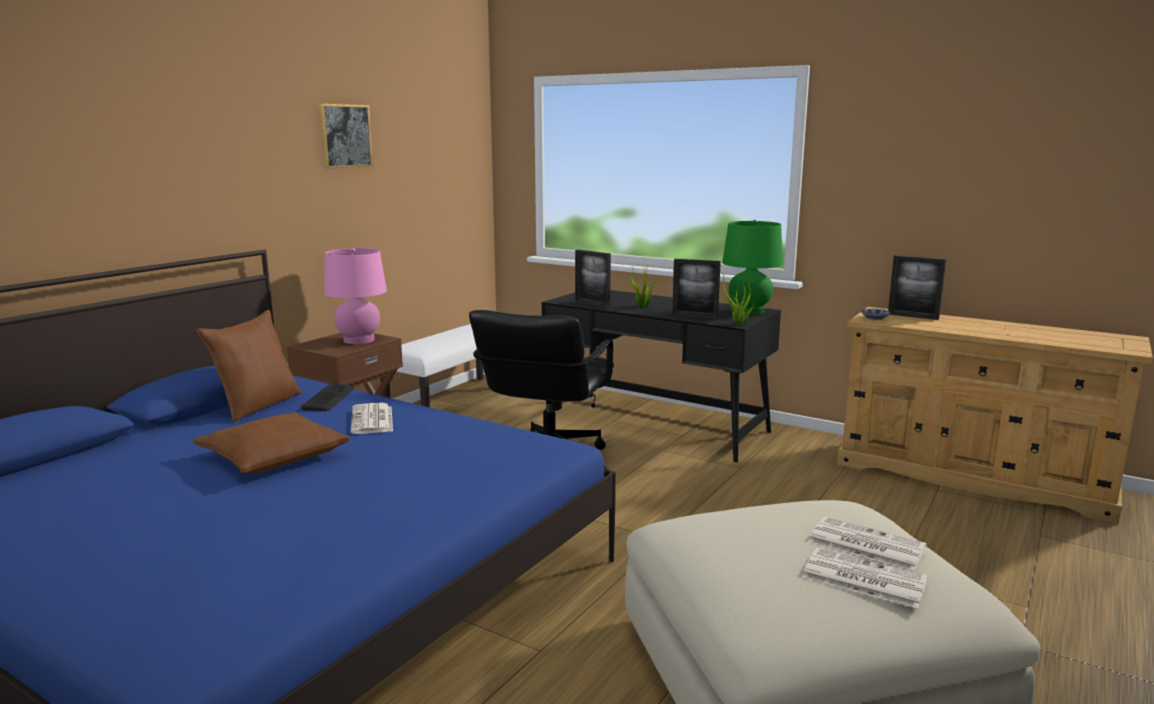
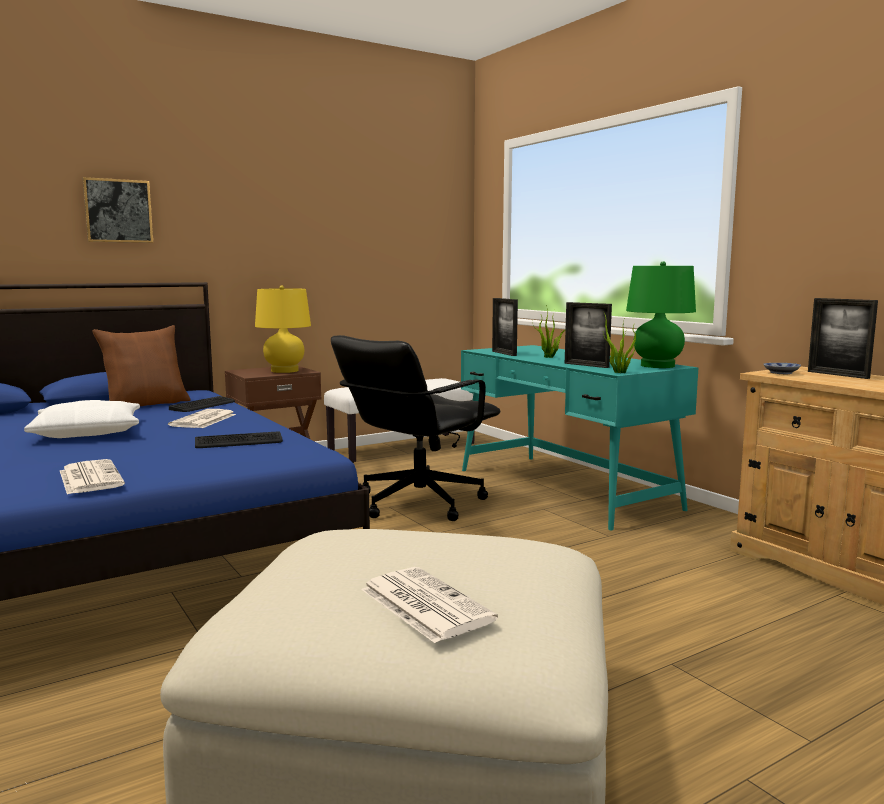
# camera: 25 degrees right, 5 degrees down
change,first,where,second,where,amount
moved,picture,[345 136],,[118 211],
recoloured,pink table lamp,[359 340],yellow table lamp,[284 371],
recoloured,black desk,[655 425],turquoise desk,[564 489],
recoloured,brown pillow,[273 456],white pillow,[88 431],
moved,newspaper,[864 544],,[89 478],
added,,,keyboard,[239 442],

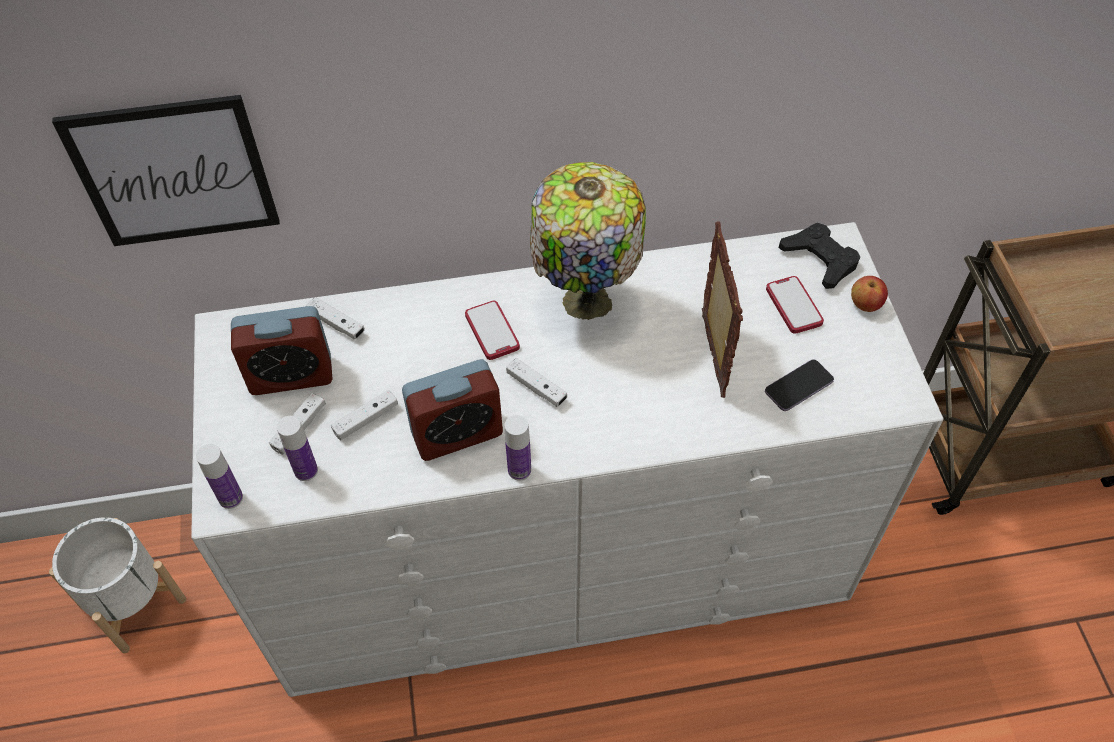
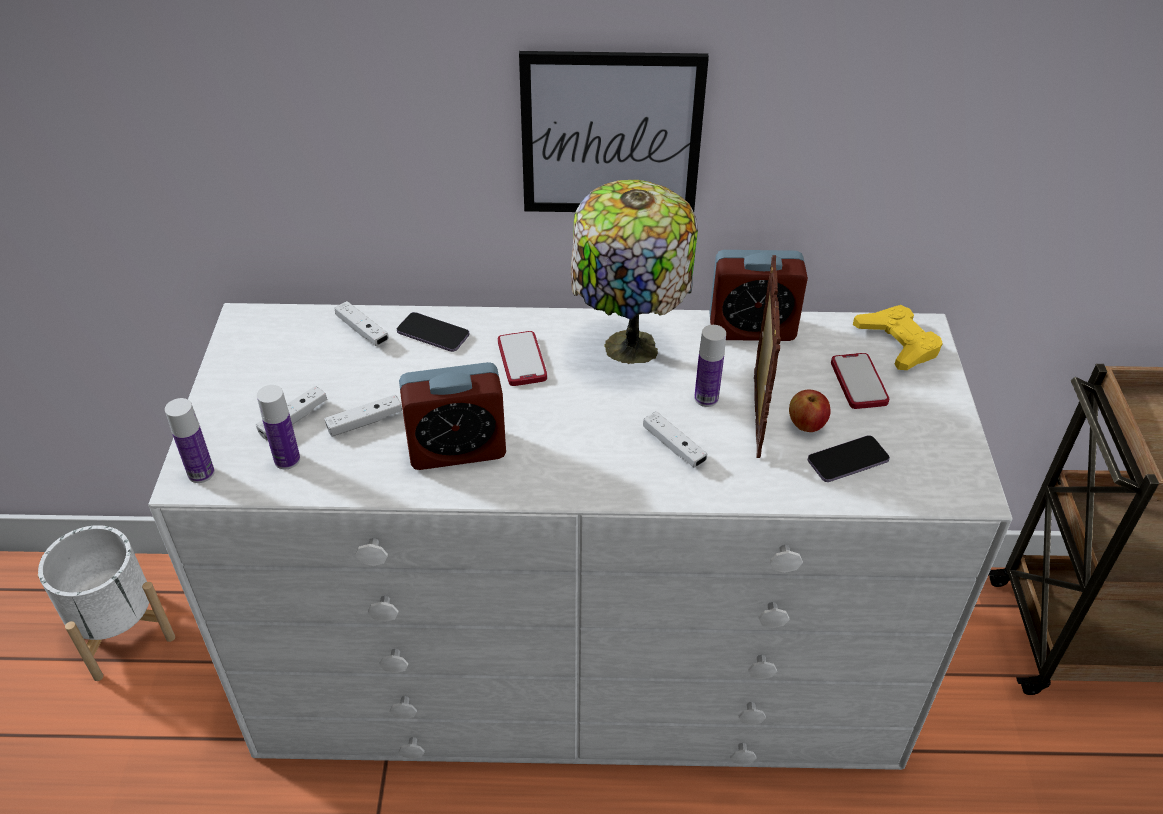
# camera: 10 degrees right, 10 degrees down
change,first,where,second,where,amount
moved,picture,[174 172],,[611 135],
recoloured,black game controller,[820 259],yellow game controller,[897 343],
moved,apple,[865 304],,[806 425],
moved,alarm clock,[291 375],,[752 328],
moved,white game controller,[536 387],,[673 446],
moved,bottle,[519 470],,[706 398],
added,,,phone,[433 334],

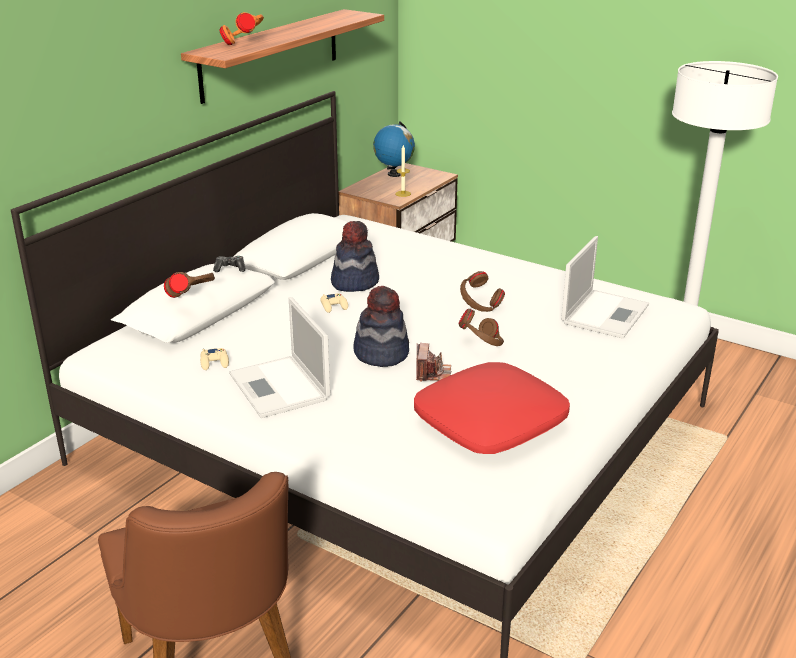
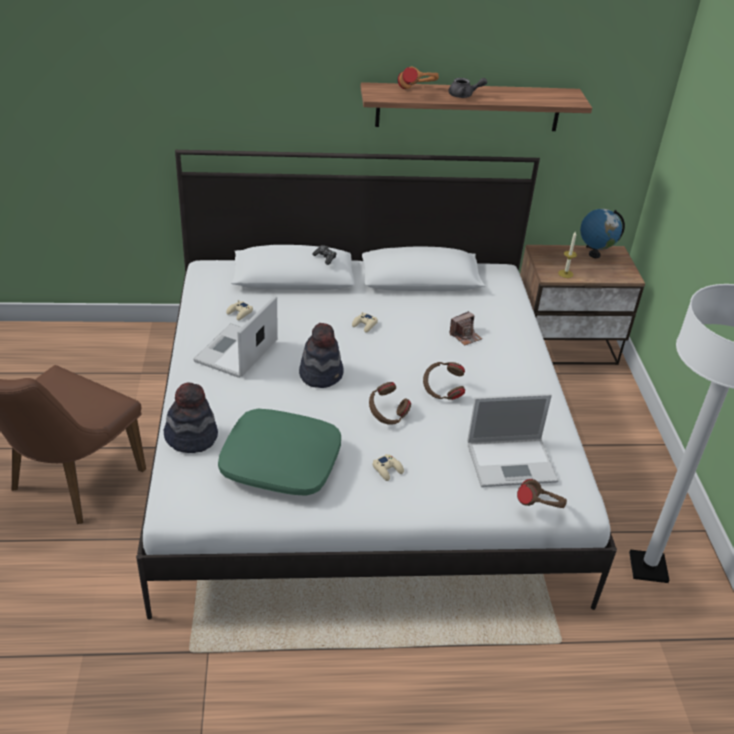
# camera: 50 degrees right, 10 degrees up
change,first,where,second,where,amount
moved,hat,[354 282],,[191 437],
moved,brown headphones,[192 297],,[539 508],
moved,photo camera,[432 373],,[465 336],
recoloured,red pillow,[490 421],green pillow,[281 462],
added,,,grey teapot,[464 95],
added,,,beige game controller,[388 470],

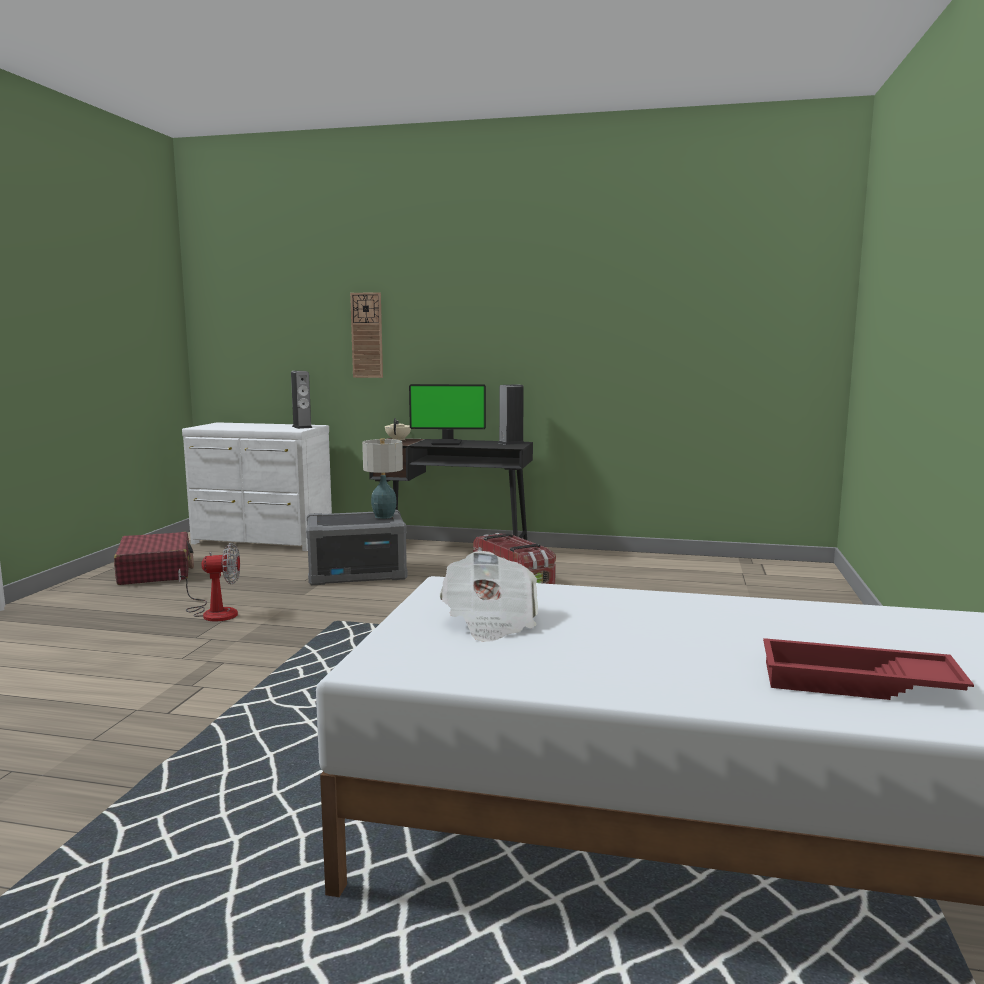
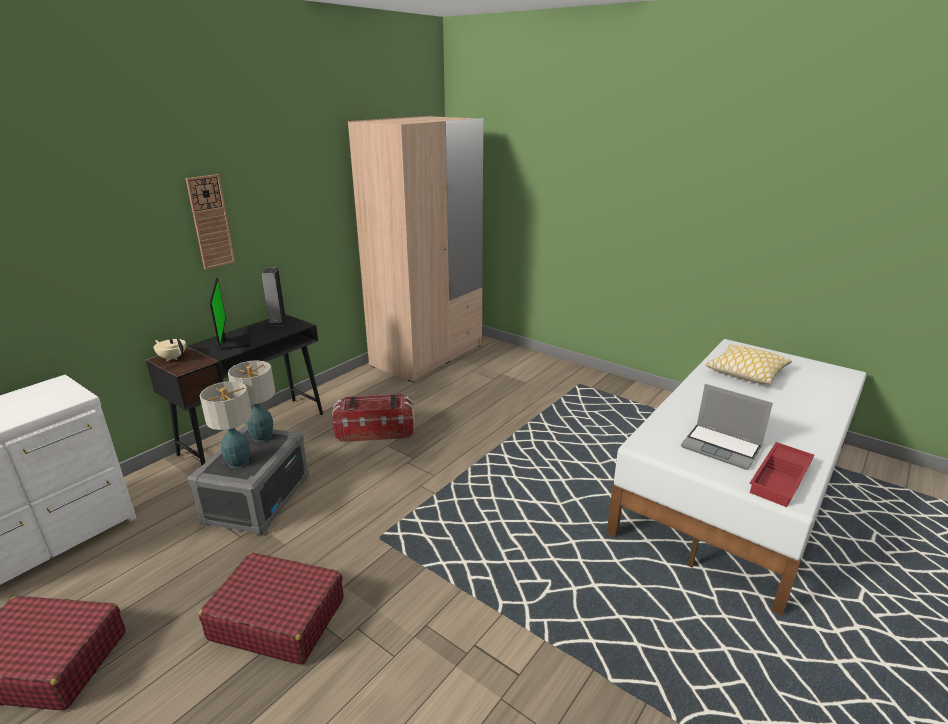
# camera: 65 degrees left, 15 degrees up
change,first,where,second,where,amount
moved,wall clock,[367 335],,[210 222],
removed,speaker,[302 427],,,
turned,monitor,[447 443],,[234 342],45 degrees counterclockwise
replaced,fan,[214 612],red suitcase,[277 618],
replaced,newspaper,[490 622],laptop,[722 447],
moved,red tray,[857 684],,[781 479],
added,,,beige wardrobe,[427 355],
added,,,pillow,[746 372],
added,,,table lamp,[237 462],

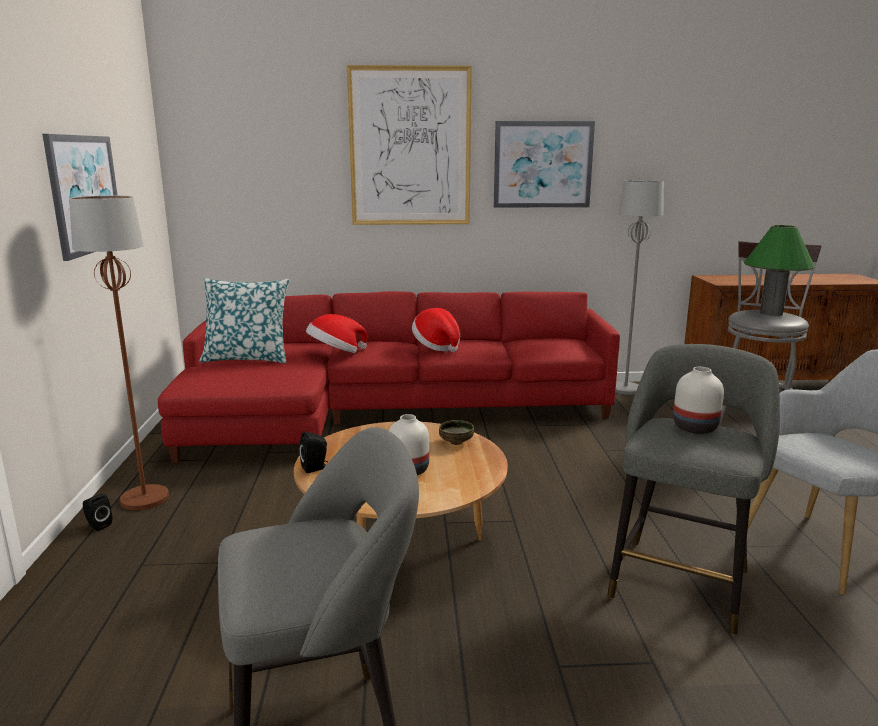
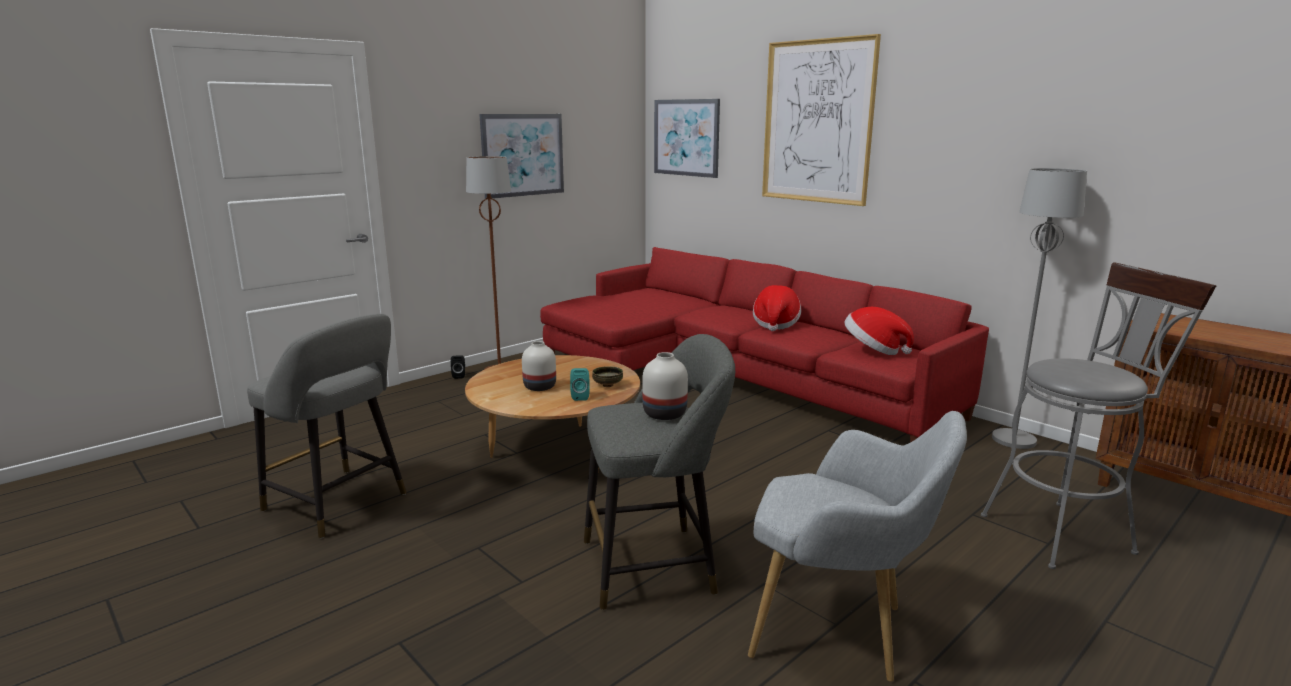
# camera: 50 degrees right, 0 degrees up
change,first,where,second,where,amount
moved,picture,[543 165],,[686 137],
removed,green table lamp,[771 313],,,
removed,pillow,[247 358],,,
moved,hat,[335 353],,[873 350],
removed,black speaker,[316 468],,,
added,,,turquoise speaker,[580 397],

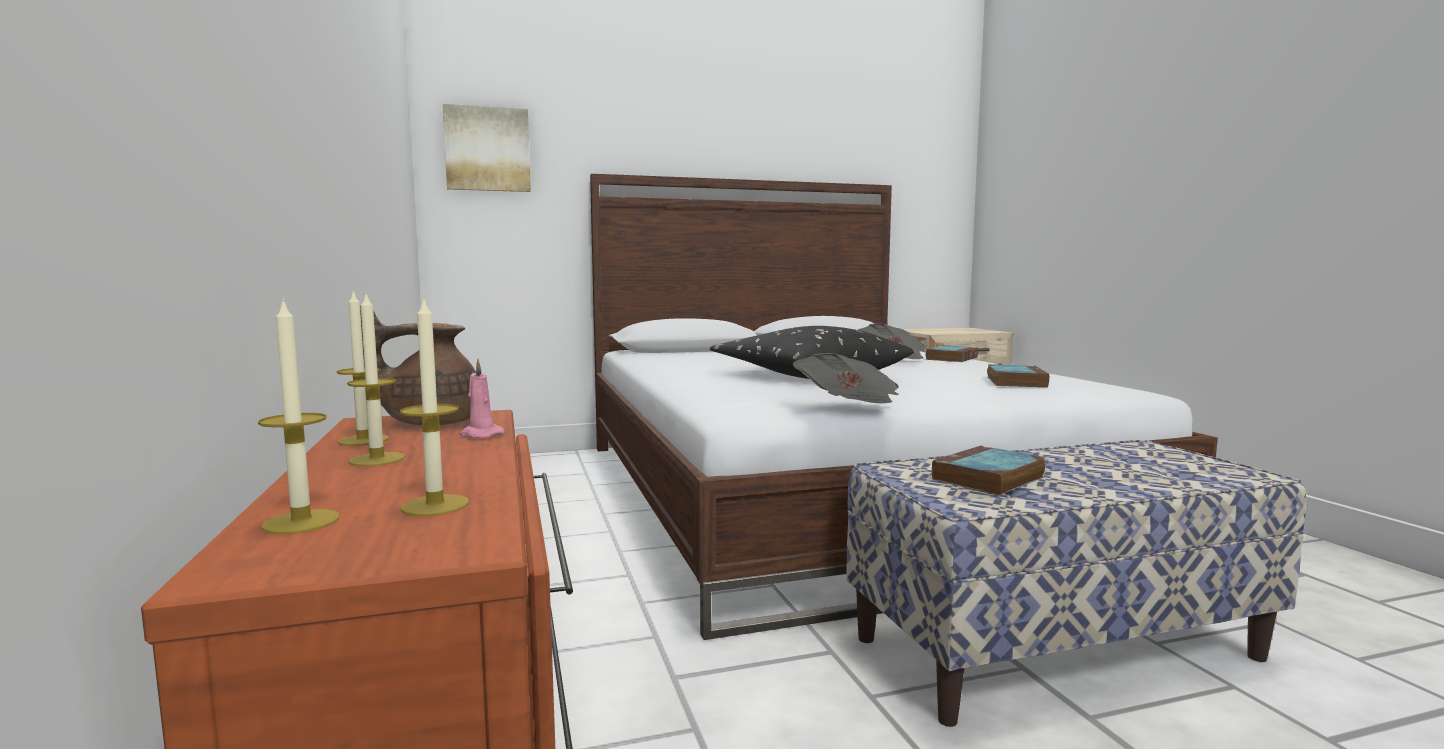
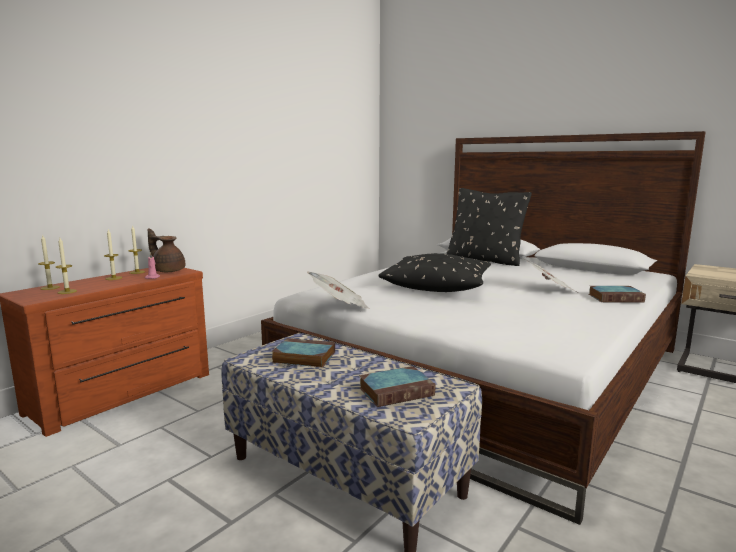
# camera: 55 degrees right, 5 degrees up
change,first,where,second,where,amount
removed,picture,[487 149],,,
moved,book,[1015 381],,[397 391],
added,,,black pillow,[484 260],

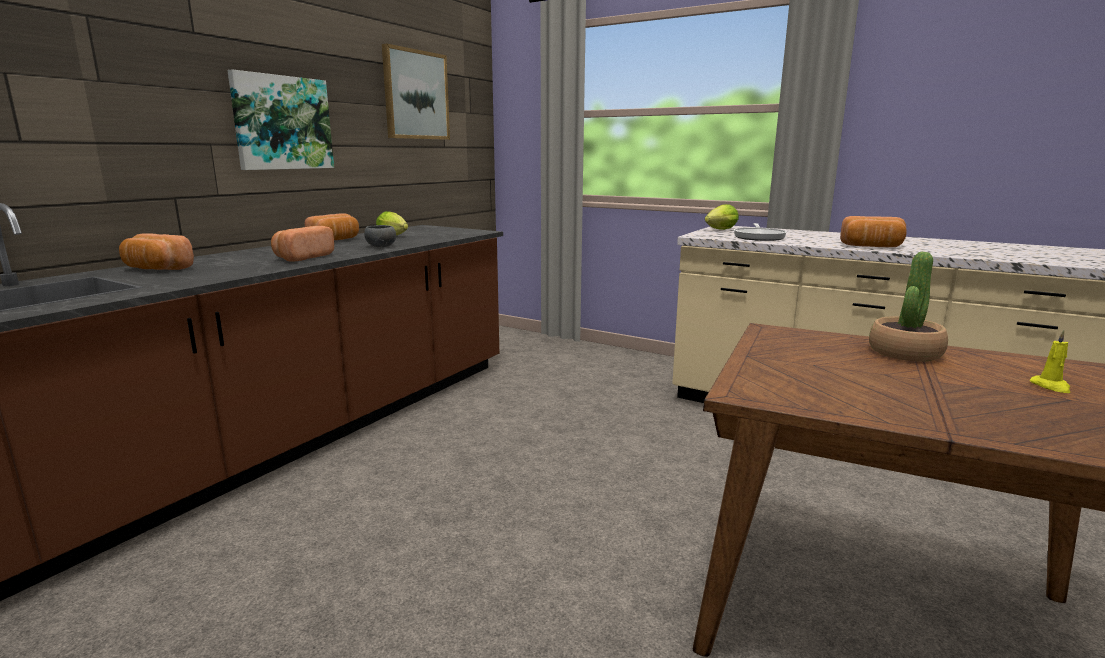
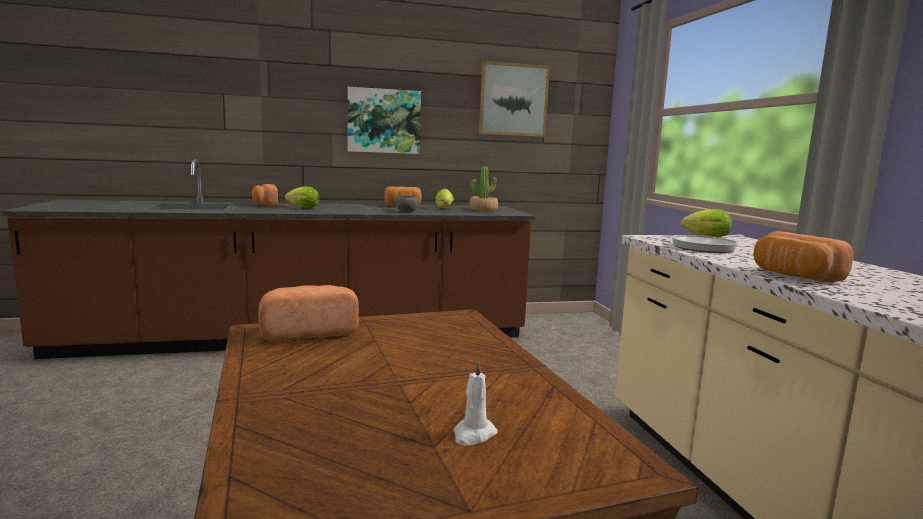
# camera: 45 degrees right, 5 degrees down
change,first,where,second,where,amount
moved,bread,[302 257],,[308 332],
moved,potted plant,[904 352],,[483 210],
recoloured,yellow candle,[1051 386],white candle,[473 434],
added,,,lettuce,[301 207],

